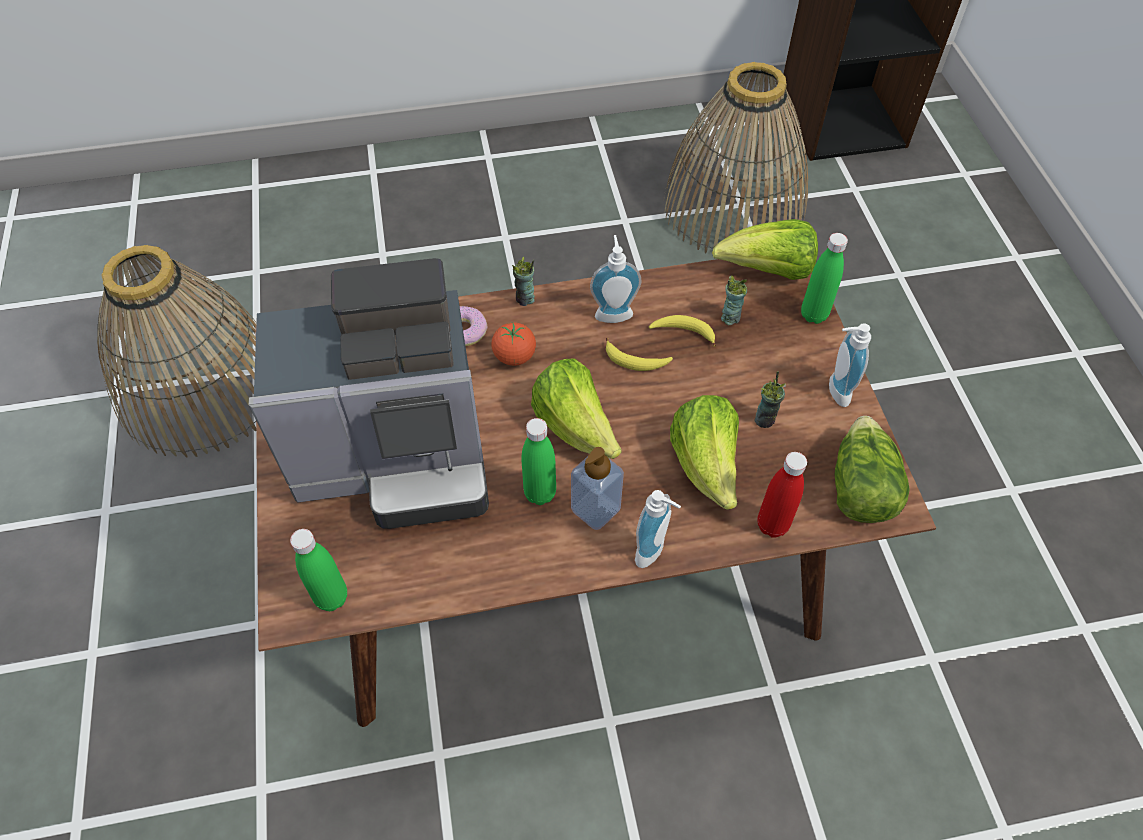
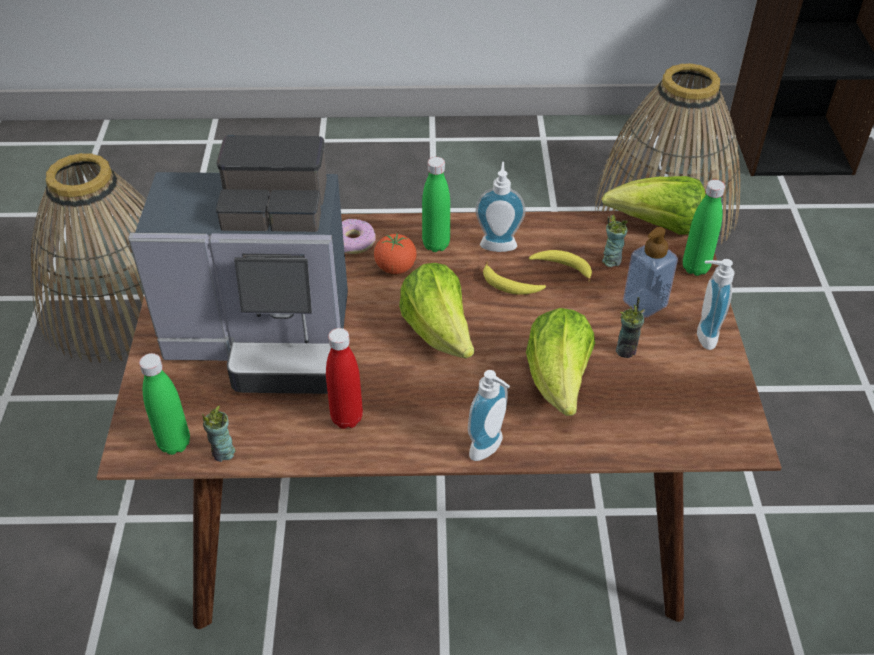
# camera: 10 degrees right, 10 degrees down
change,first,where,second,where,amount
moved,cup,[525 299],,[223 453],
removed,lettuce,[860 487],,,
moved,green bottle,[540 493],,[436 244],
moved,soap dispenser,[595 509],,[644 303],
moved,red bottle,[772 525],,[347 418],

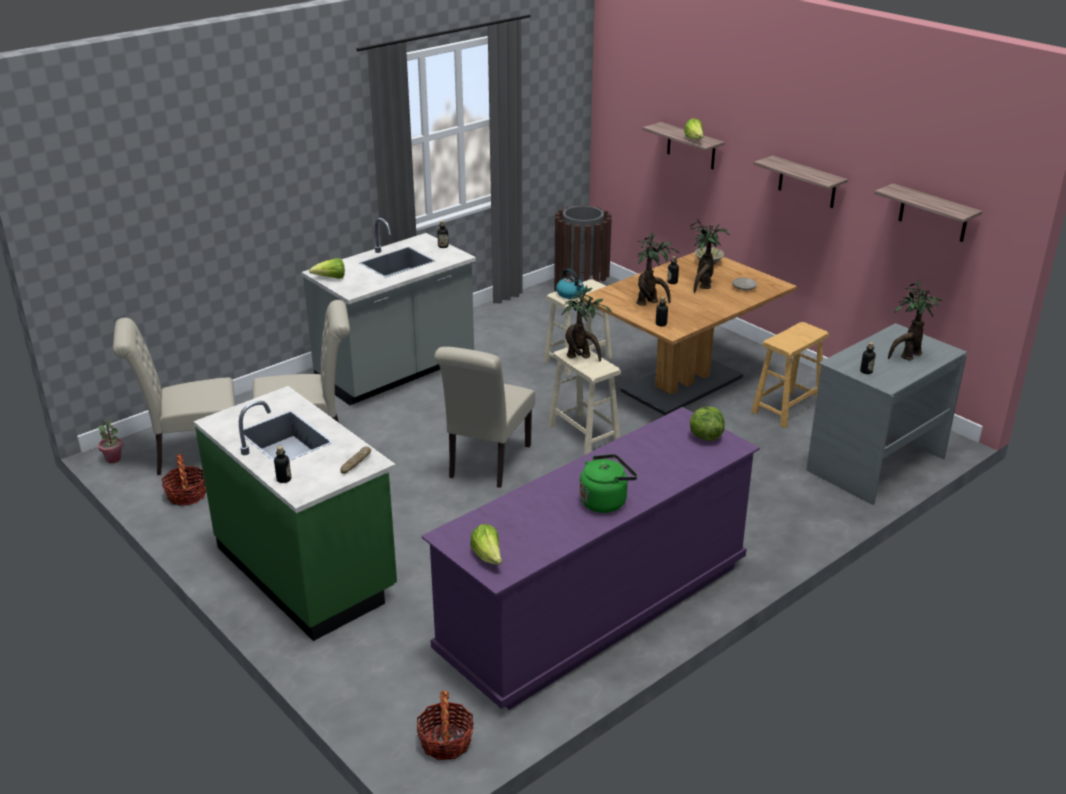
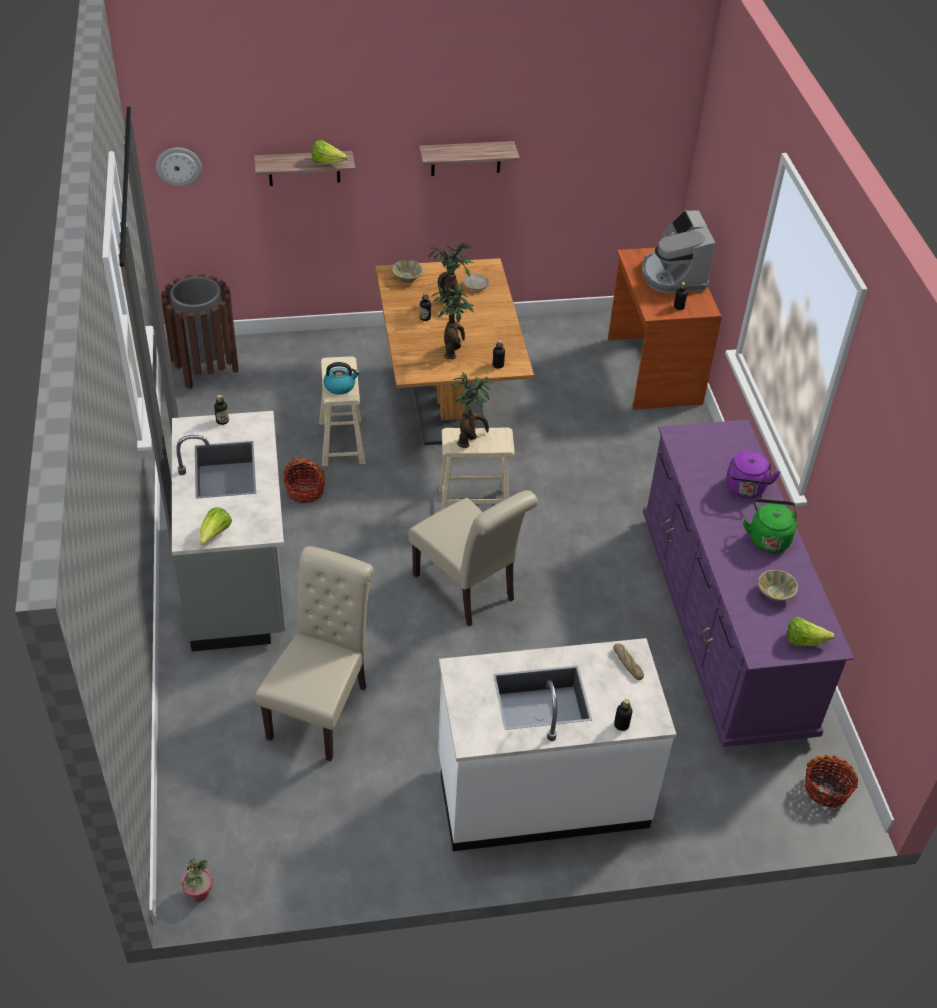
# camera: 60 degrees left, 15 degrees up
change,first,where,second,where,amount
removed,shelf,[933 213],,,
replaced,potted plant,[907 356],coffee machine,[673 275],
removed,beige chair,[192 455],,,
removed,brown stool,[787 408],,,
recoloured,grey desk,[874 463],brown desk,[652 370],
recoloured,green counter,[307 570],white counter,[541 792],
removed,lettuce,[705 436],,,
moved,basket,[187 495],,[305 491],
added,,,wall clock,[178 166],
added,,,purple kettle,[745 489],
added,,,beige bowl,[775 593],

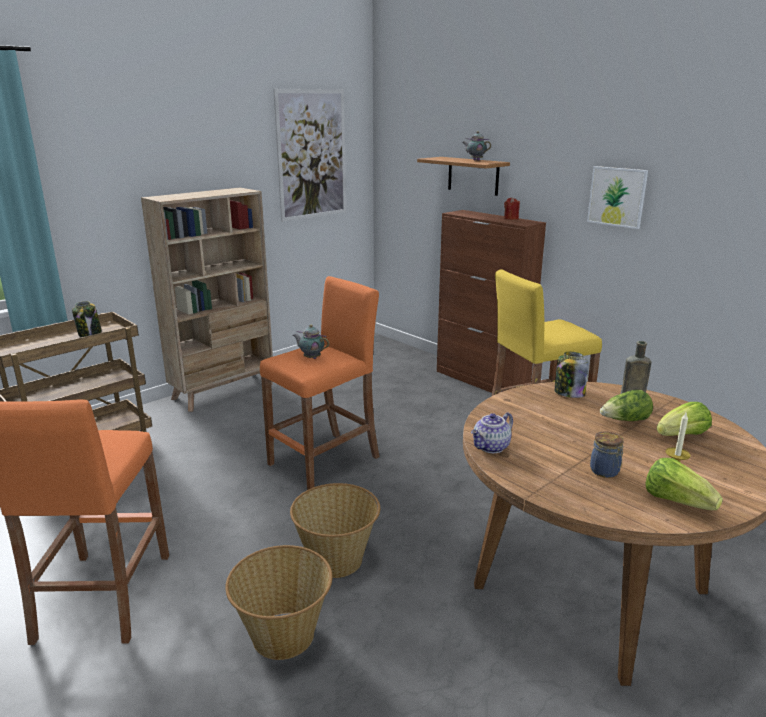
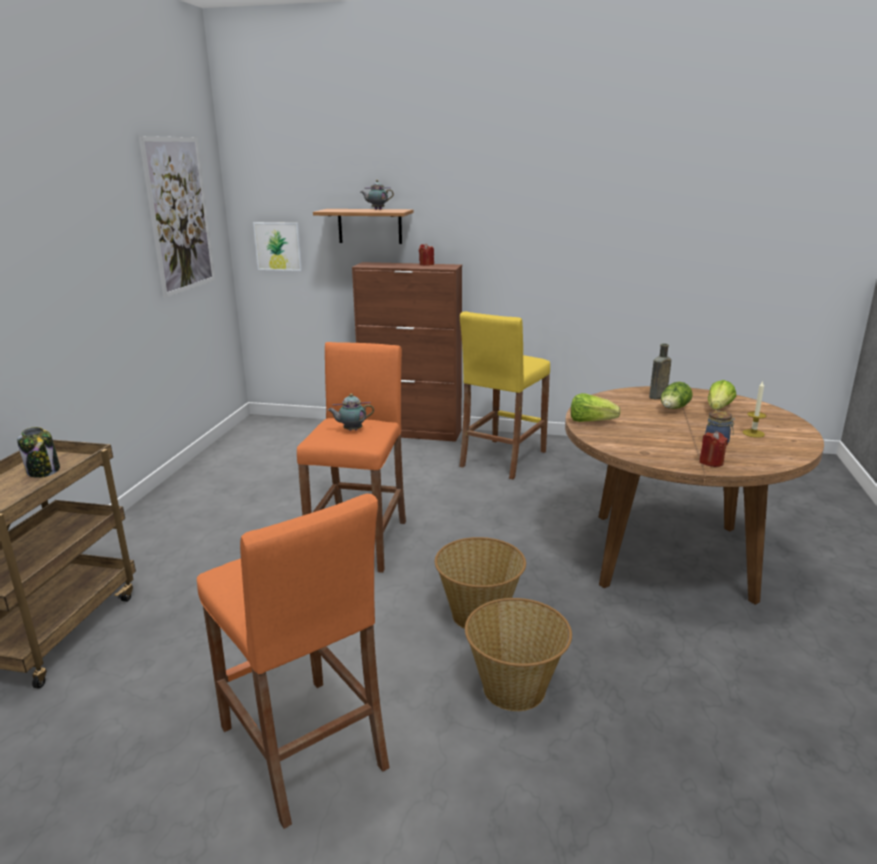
# camera: 35 degrees left, 0 degrees up
change,first,where,second,where,amount
moved,picture,[617 197],,[278 246],
removed,beige bookcase,[224 391],,,
removed,jar,[568 393],,,
removed,teapot,[491 447],,,
moved,lettuce,[676 501],,[590 421],
added,,,red candle,[711 462],

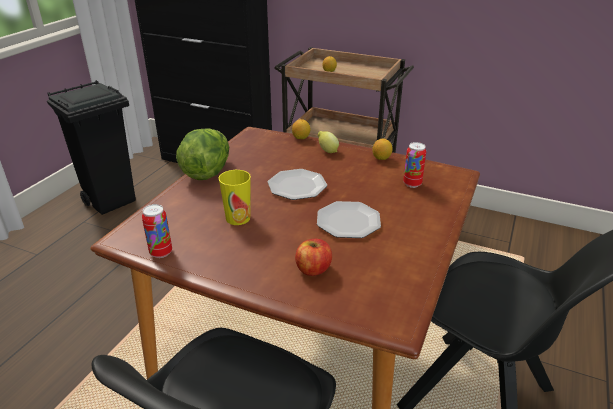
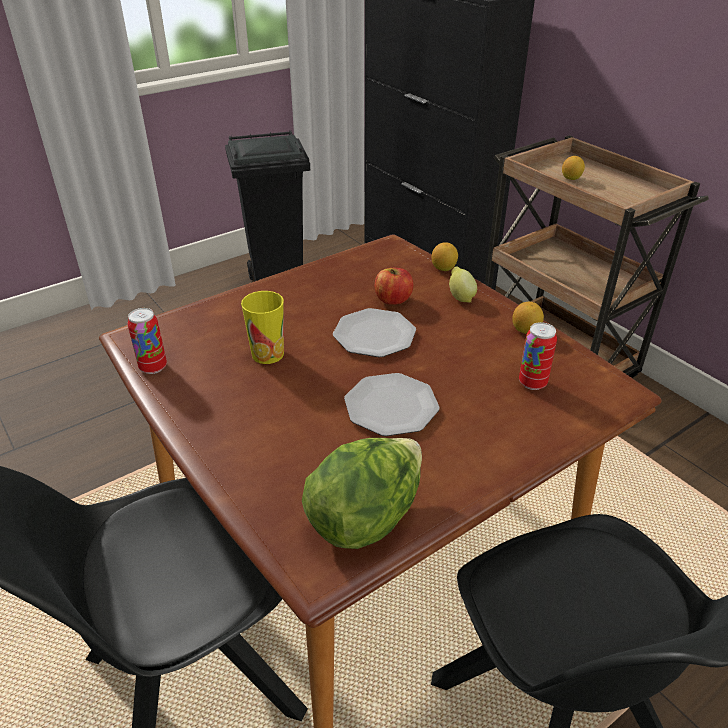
# camera: 30 degrees right, 5 degrees up
change,first,where,second,where,amount
moved,lettuce,[207 171],,[366 517],
moved,apple,[313 269],,[393 299],

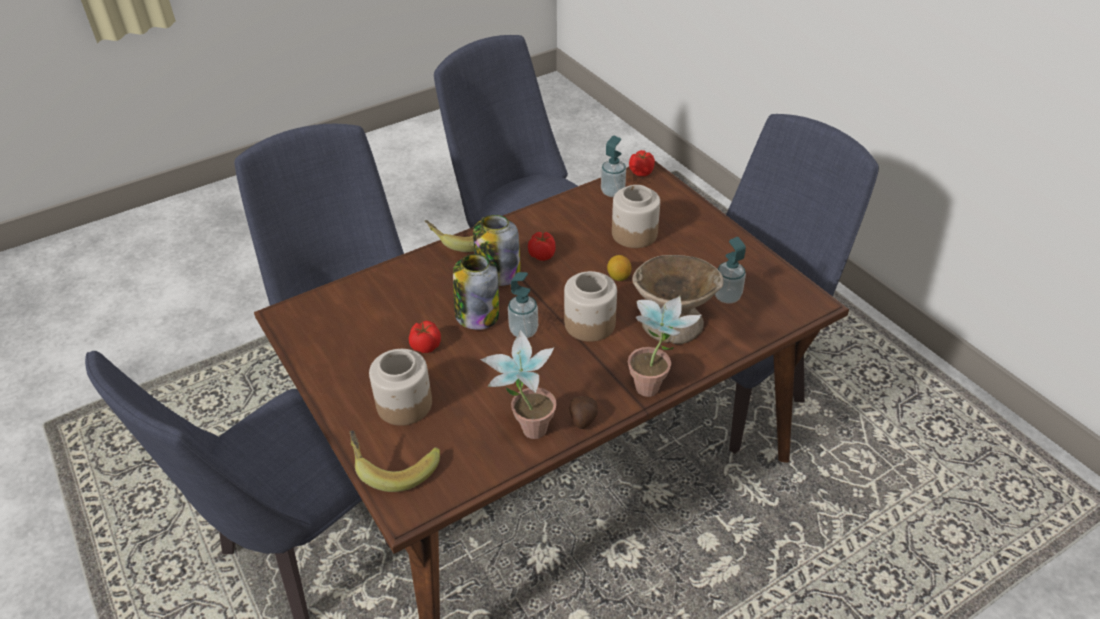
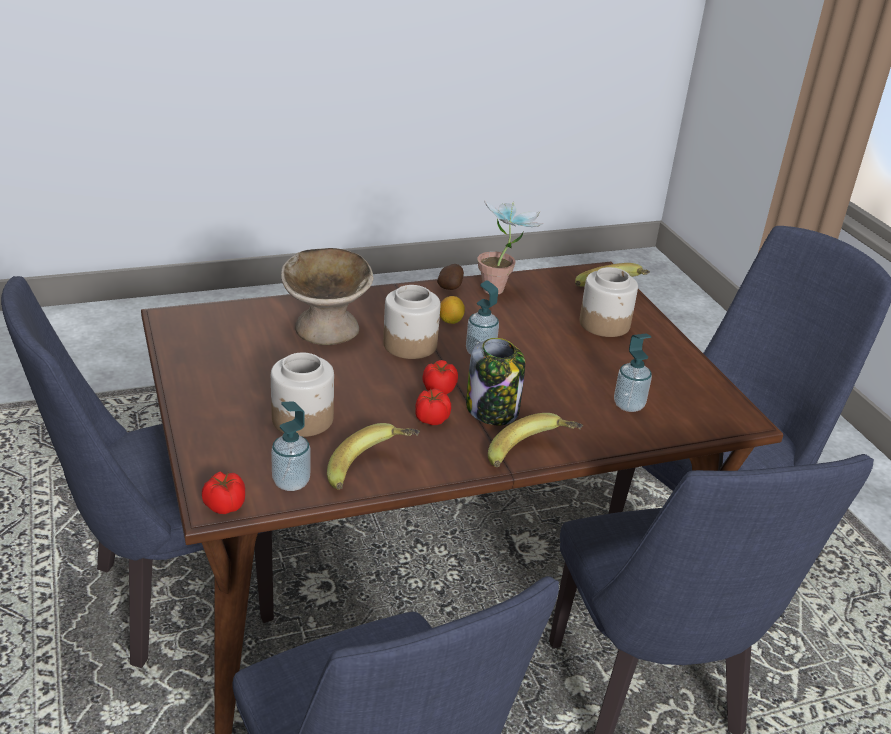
# camera: 170 degrees left, 10 degrees down
change,first,where,second,where,amount
moved,soap dispenser,[727 296],,[628 405],
removed,jar,[477 314],,,
moved,lemon,[618 277],,[450 321],
removed,potted plant,[655 385],,,
moved,tomato,[425 346],,[440 389],
added,,,banana,[372 472],

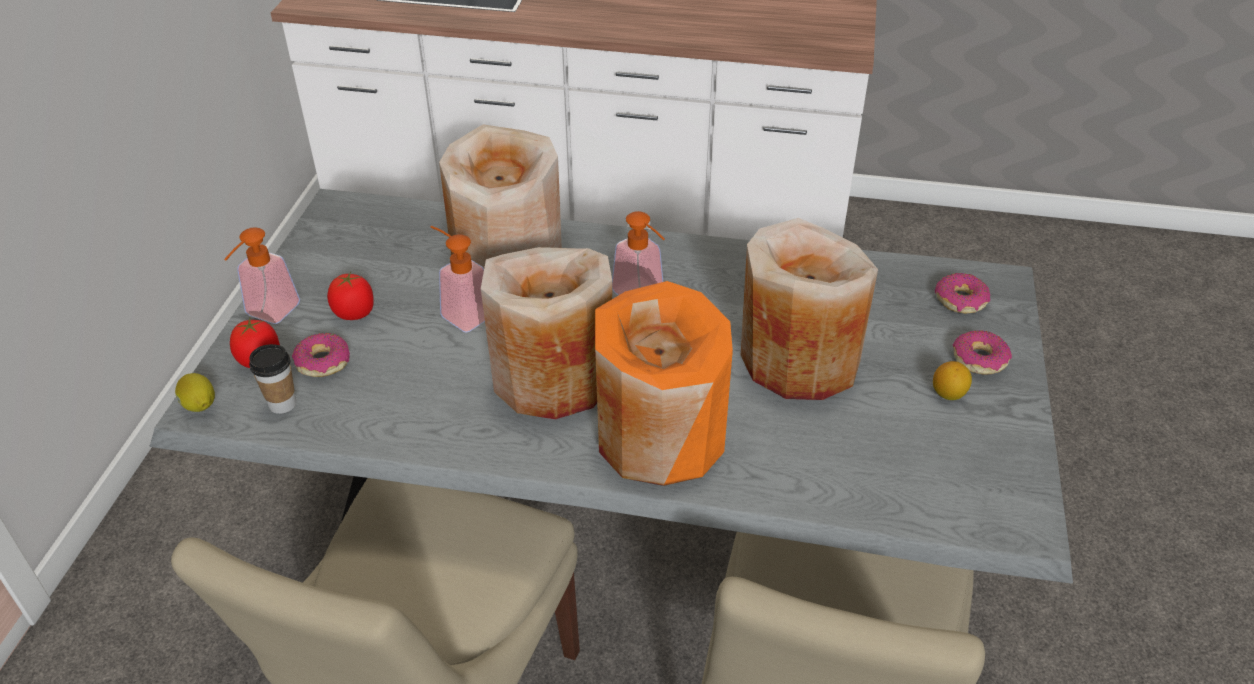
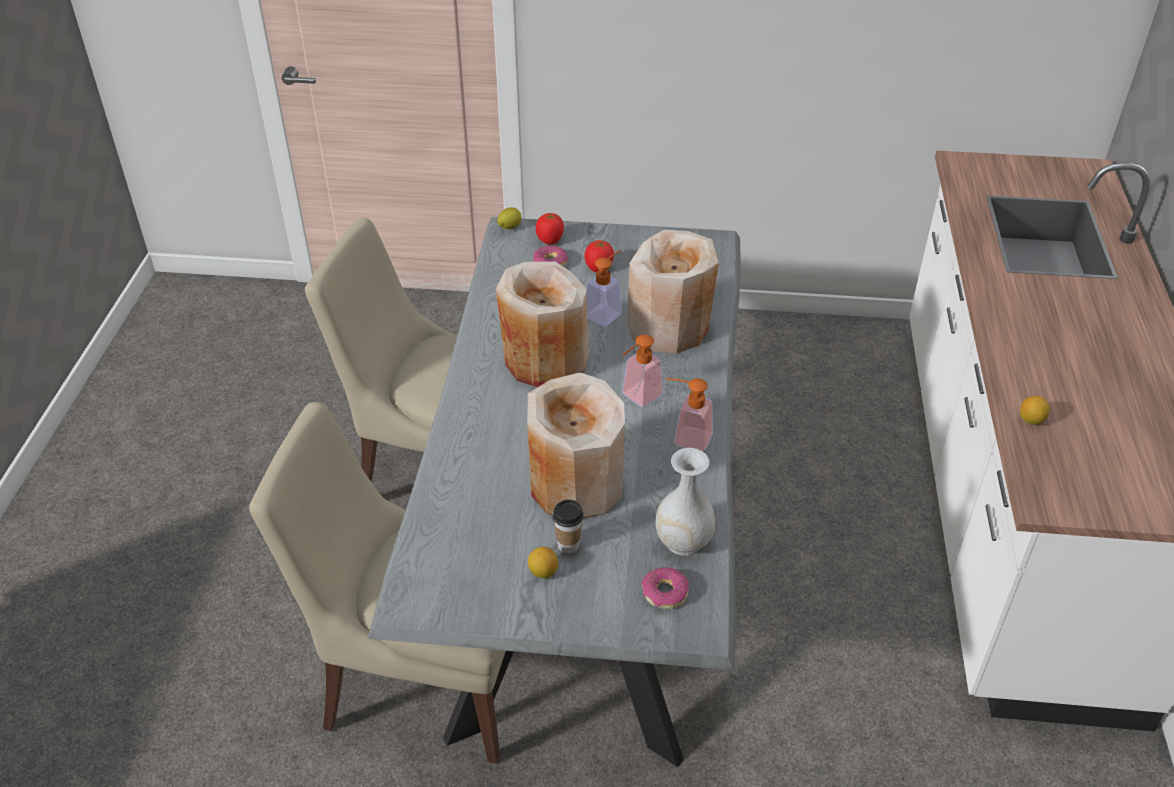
# camera: 85 degrees right, 0 degrees up
change,first,where,second,where,amount
moved,soap dispenser,[267 315],,[686 437],
removed,orange vase,[659 436],,,
removed,donut,[979 359],,,
moved,cup,[282 404],,[568 545],
added,,,lemon,[1031 420],
added,,,white vase,[683 541],

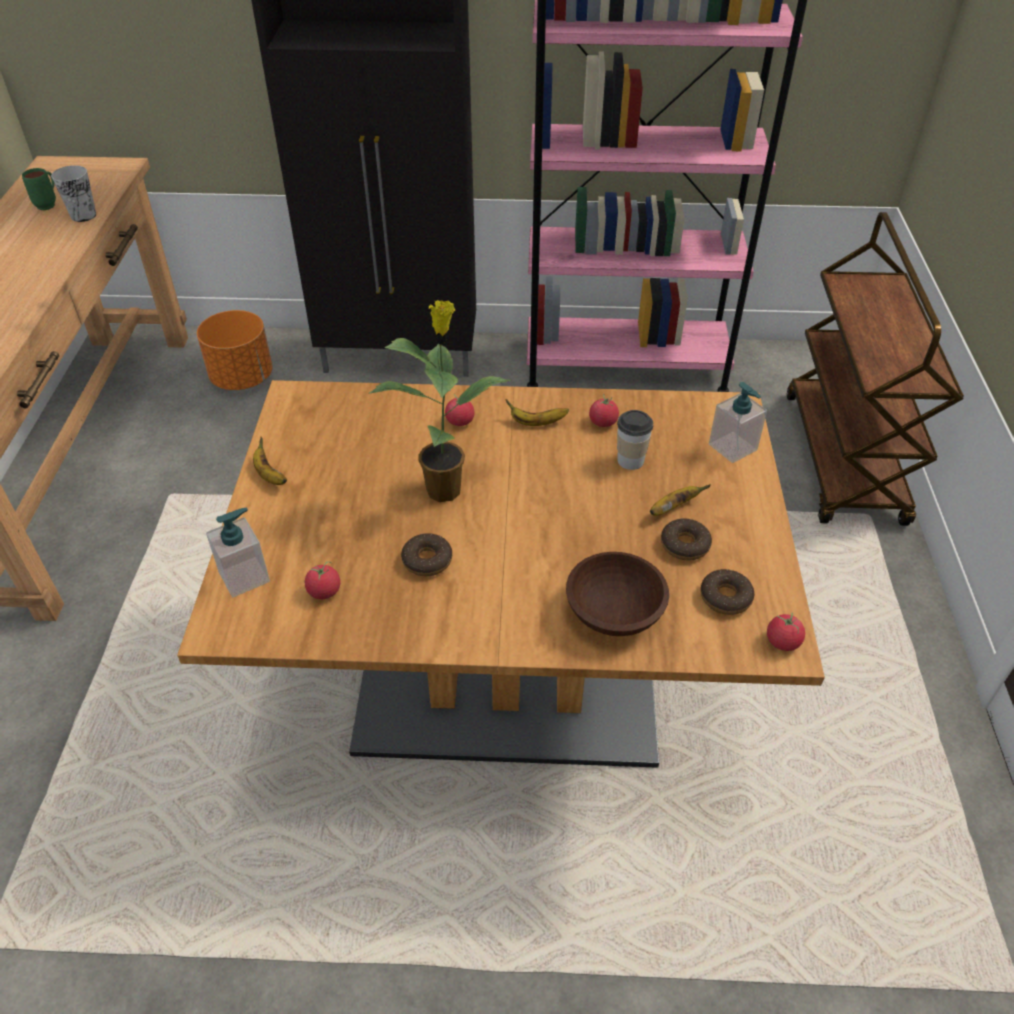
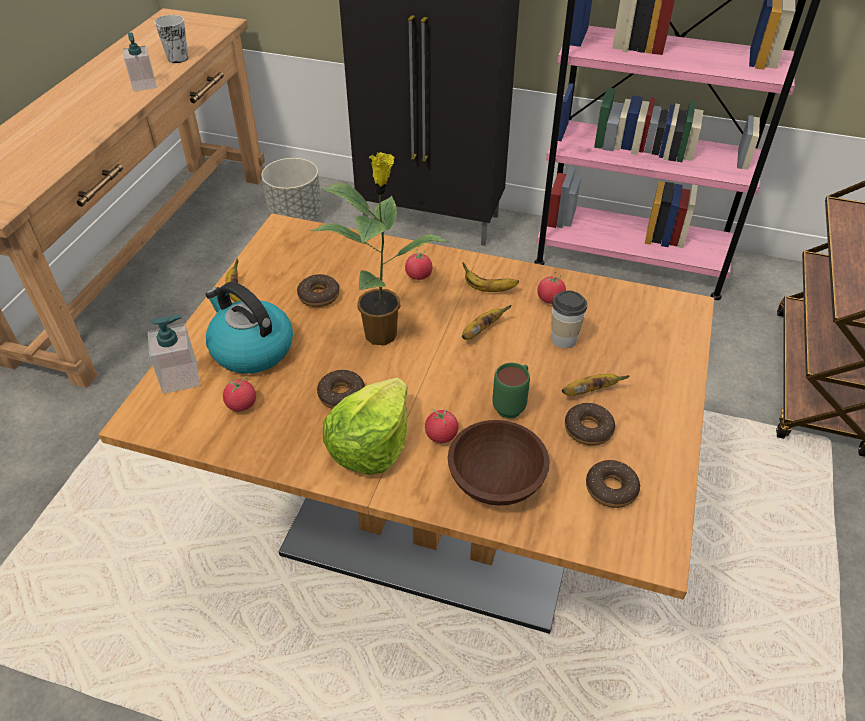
# camera: 15 degrees right, 0 degrees up
change,first,where,second,where,amount
moved,green mug,[49 204],,[512 405],
recoloured,orange planter,[242 378],grey planter,[296 216],
moved,soap dispenser,[733 447],,[144 85],
moved,tomato,[782 641],,[441 435],
added,,,donut,[319 296],
added,,,kettle,[251 349],
added,,,banana,[481 331],
added,,,lettuce,[370 444],

